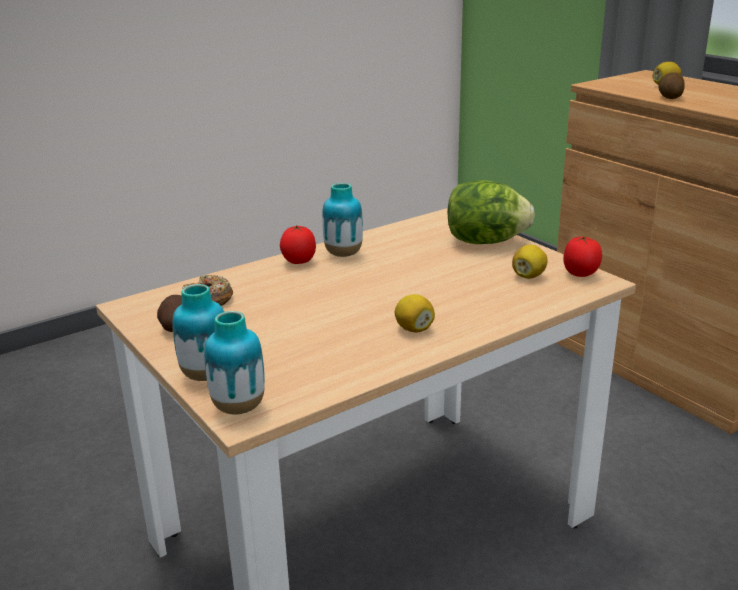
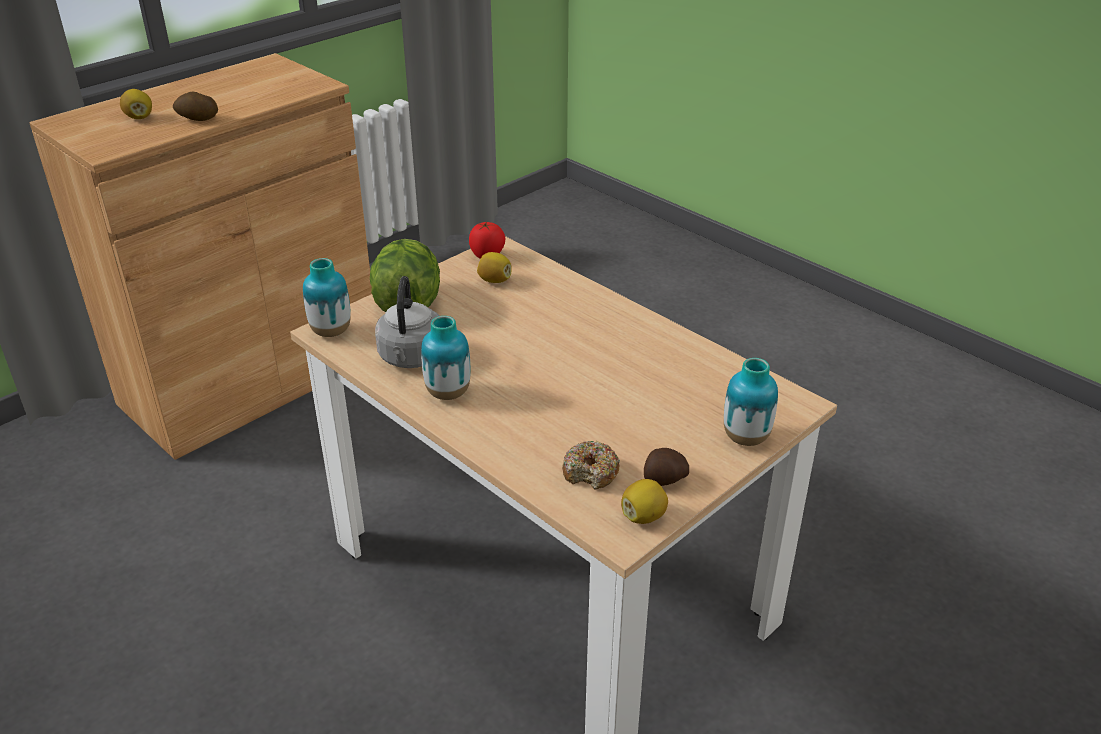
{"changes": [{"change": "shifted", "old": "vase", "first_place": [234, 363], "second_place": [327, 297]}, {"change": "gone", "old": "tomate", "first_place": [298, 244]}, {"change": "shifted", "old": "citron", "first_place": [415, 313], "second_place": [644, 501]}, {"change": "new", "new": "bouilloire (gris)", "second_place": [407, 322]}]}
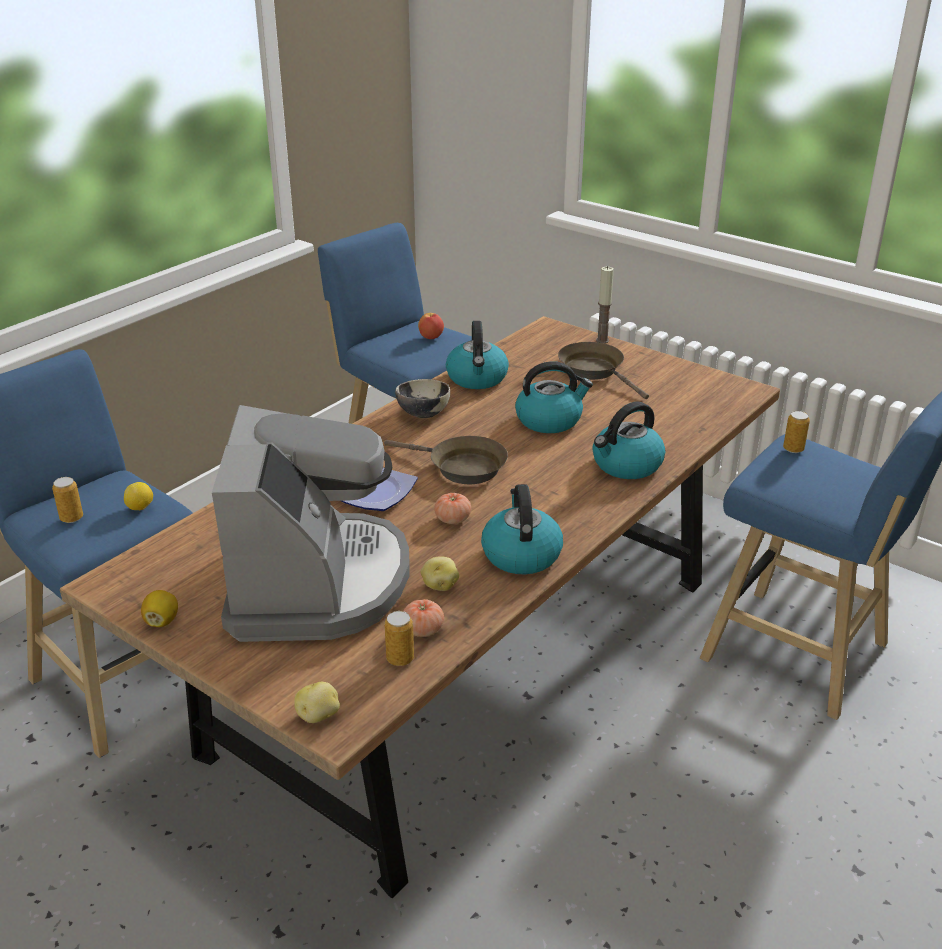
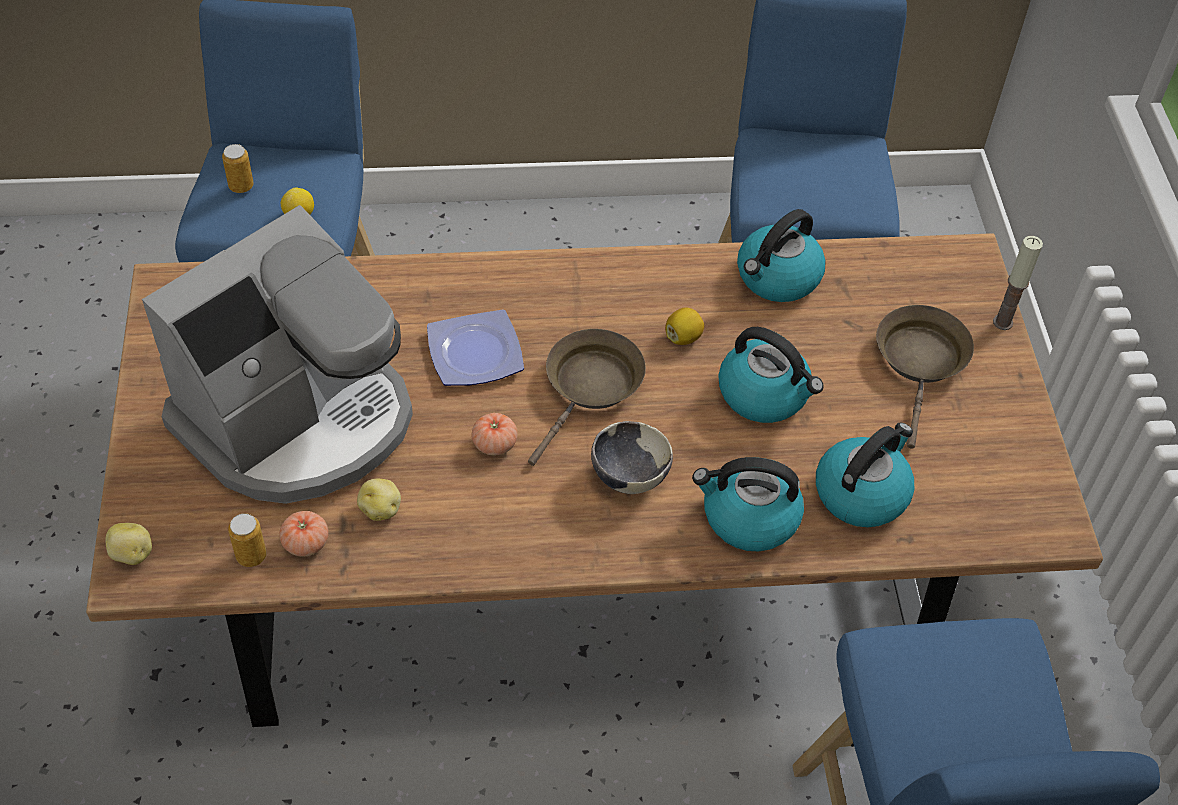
{"changes": [{"change": "shifted", "old": "citron", "first_place": [159, 608], "second_place": [684, 326]}, {"change": "rotated", "old": "poêle (marron)", "first_place": [446, 460], "second_place": [587, 397], "degrees": -135}, {"change": "shifted", "old": "bol", "first_place": [422, 398], "second_place": [632, 457]}, {"change": "gone", "old": "pomme", "first_place": [431, 326]}, {"change": "shifted", "old": "bouilloire", "first_place": [522, 529], "second_place": [865, 475]}, {"change": "gone", "old": "boîte métallique", "first_place": [796, 432]}]}
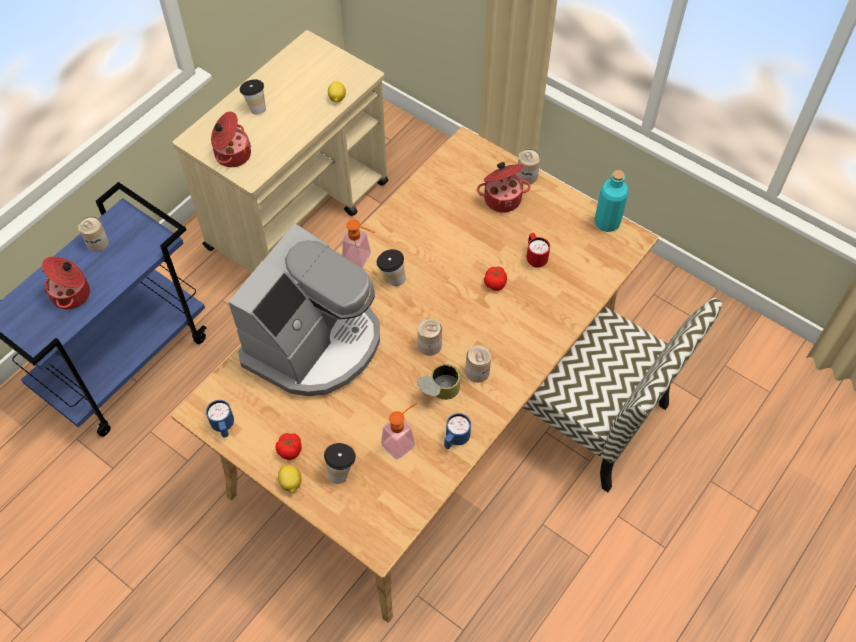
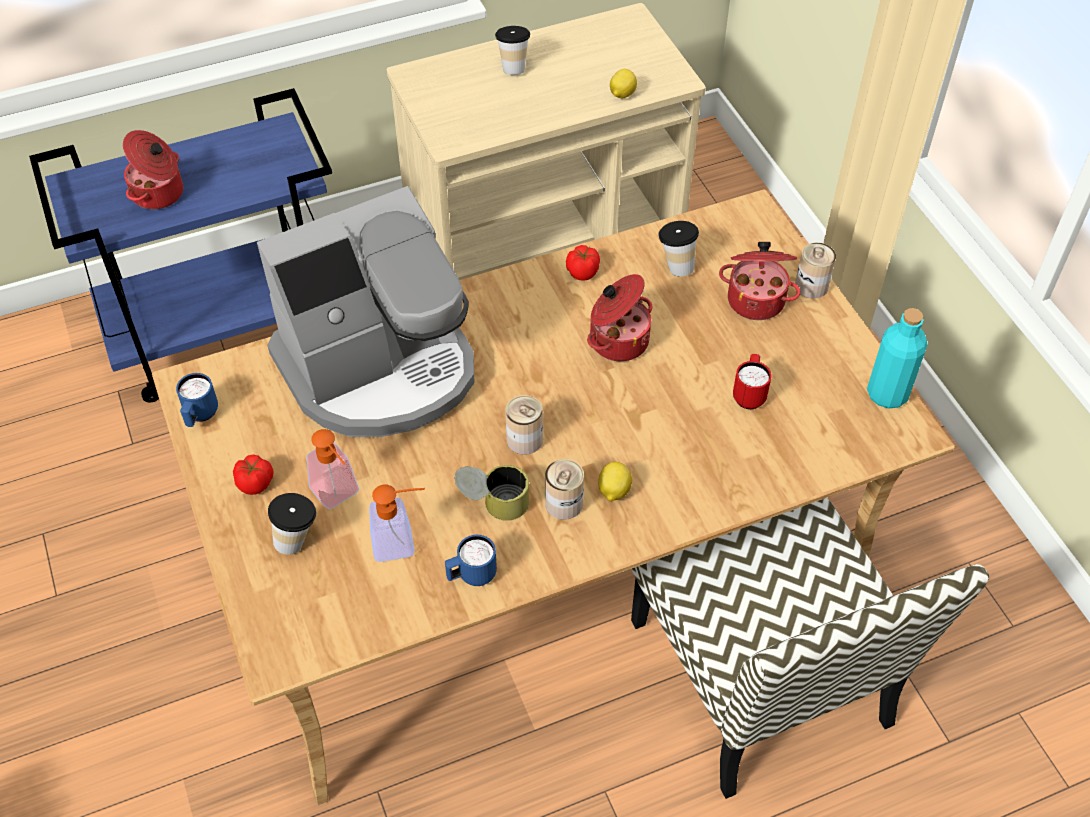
{"changes": [{"change": "gone", "old": "boîte métallique", "first_place": [93, 234]}, {"change": "shifted", "old": "marmite", "first_place": [231, 139], "second_place": [620, 317]}, {"change": "shifted", "old": "citron", "first_place": [289, 479], "second_place": [615, 482]}, {"change": "shifted", "old": "distributeur de savon", "first_place": [358, 244], "second_place": [333, 469]}, {"change": "shifted", "old": "tasse", "first_place": [391, 267], "second_place": [678, 248]}, {"change": "shifted", "old": "tomate", "first_place": [495, 279], "second_place": [583, 262]}]}
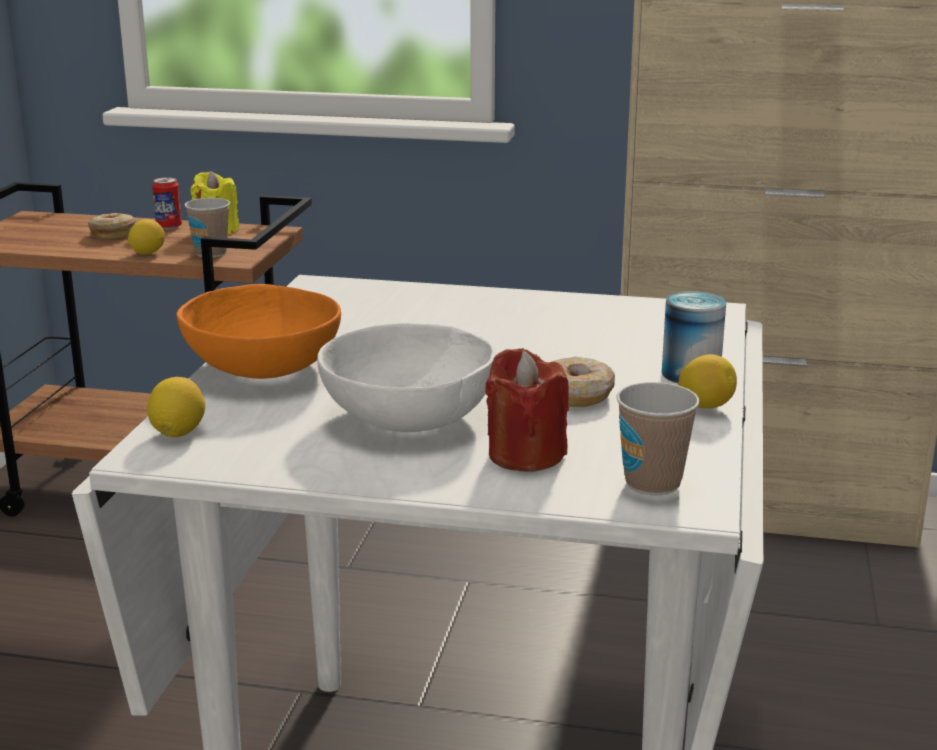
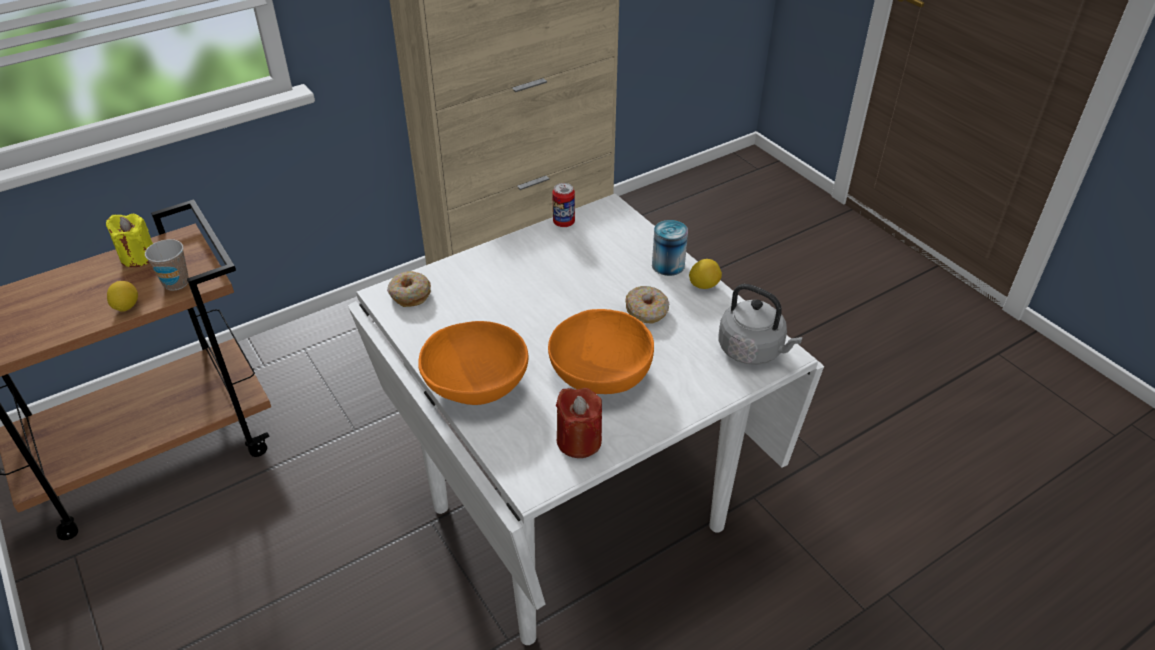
{"changes": [{"change": "shifted", "old": "beignet", "first_place": [112, 226], "second_place": [409, 289]}, {"change": "gone", "old": "citron", "first_place": [176, 407]}, {"change": "shifted", "old": "boîte métallique", "first_place": [167, 203], "second_place": [563, 205]}, {"change": "repainted", "old": "bol (blanc)", "new": "bol (orange)", "first_place": [406, 377], "second_place": [601, 351]}, {"change": "shifted", "old": "bougie (rouge)", "first_place": [527, 410], "second_place": [579, 423]}, {"change": "swapped", "old": "tasse", "new": "bouilloire (gris)", "first_place": [658, 438], "second_place": [761, 324]}]}
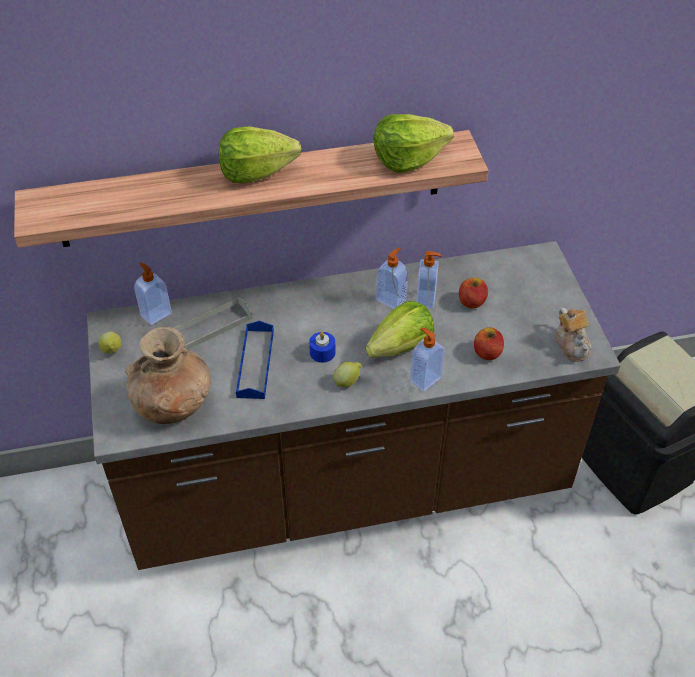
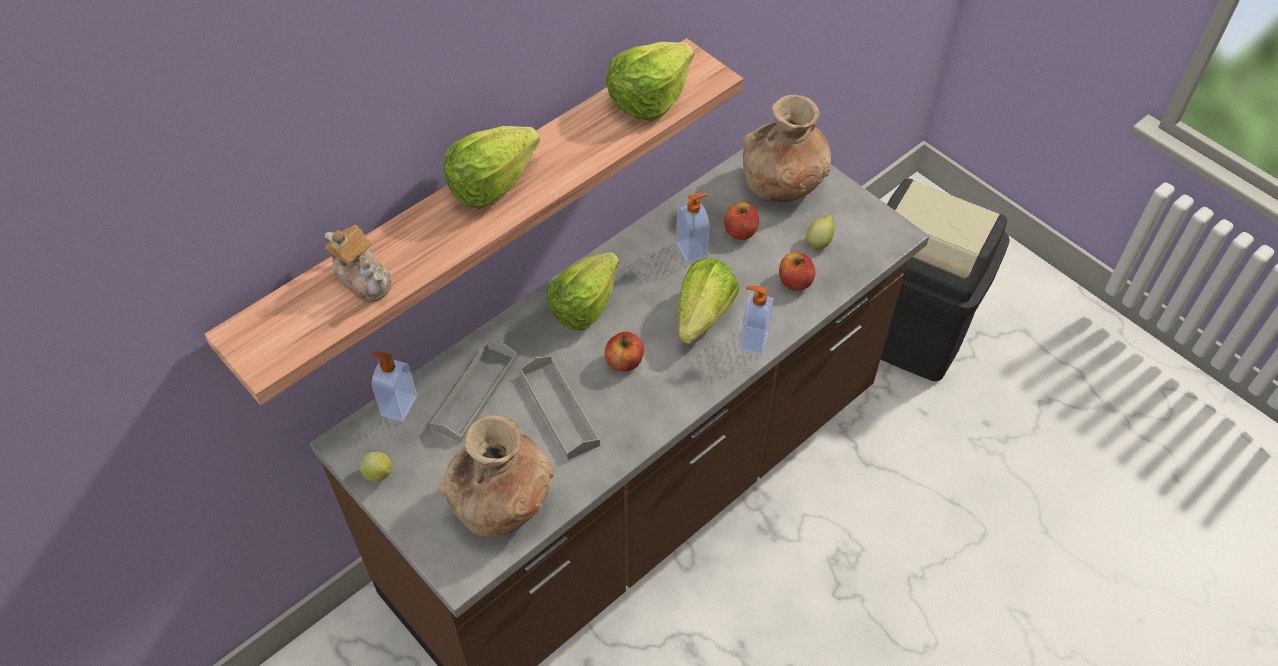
{"changes": [{"change": "repainted", "old": "plateau (bleu)", "new": "plateau (gris)", "first_place": [255, 360], "second_place": [560, 408]}, {"change": "swapped", "old": "bougie (bleu)", "new": "pomme", "first_place": [322, 347], "second_place": [624, 352]}, {"change": "shifted", "old": "citron", "first_place": [347, 374], "second_place": [820, 233]}, {"change": "gone", "old": "distributeur de savon", "first_place": [392, 278]}, {"change": "shifted", "old": "théière", "first_place": [573, 335], "second_place": [358, 264]}, {"change": "new", "new": "laitue", "second_place": [583, 291]}, {"change": "new", "new": "vase (marron)", "second_place": [786, 148]}]}
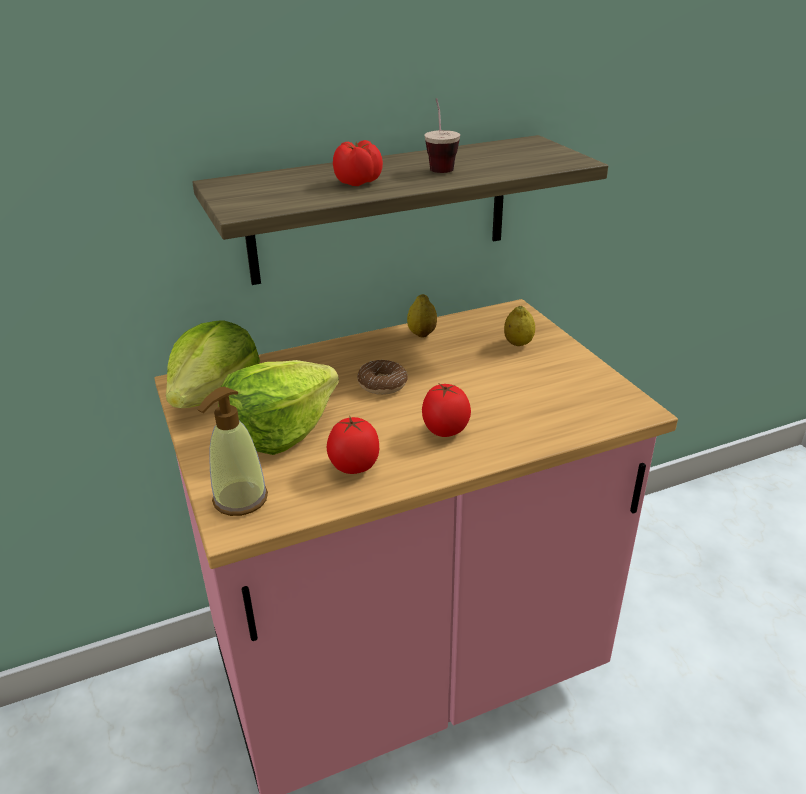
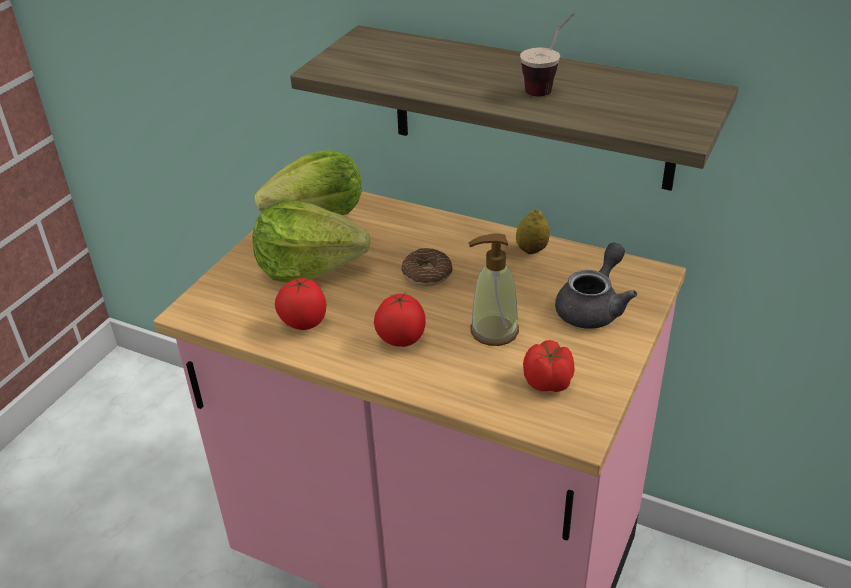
{"changes": [{"change": "shifted", "old": "distributeur de savon", "first_place": [233, 451], "second_place": [493, 289]}, {"change": "shifted", "old": "tomate", "first_place": [358, 163], "second_place": [549, 366]}, {"change": "swapped", "old": "citron", "new": "théière (gris)", "first_place": [519, 326], "second_place": [596, 285]}]}
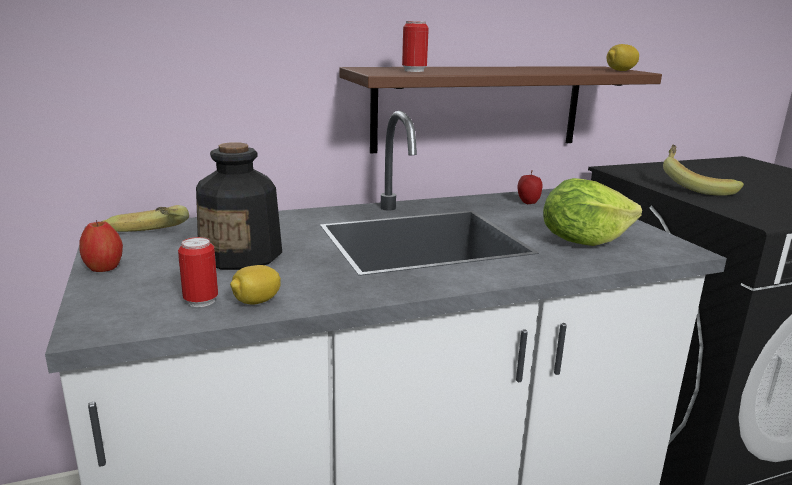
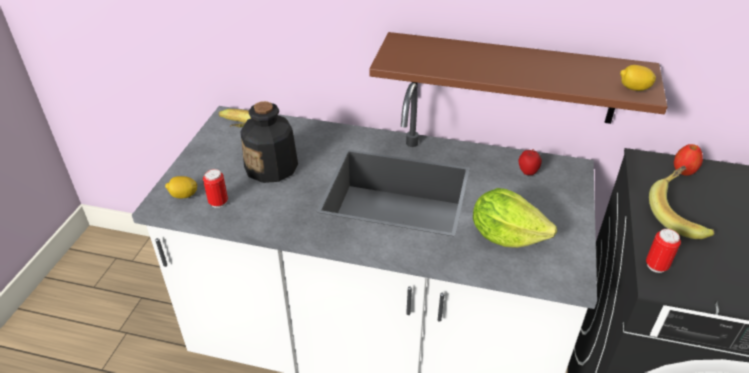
{"changes": [{"change": "shifted", "old": "pomme", "first_place": [101, 246], "second_place": [688, 160]}, {"change": "shifted", "old": "citron", "first_place": [255, 284], "second_place": [181, 187]}, {"change": "shifted", "old": "boîte métallique", "first_place": [415, 46], "second_place": [663, 251]}]}
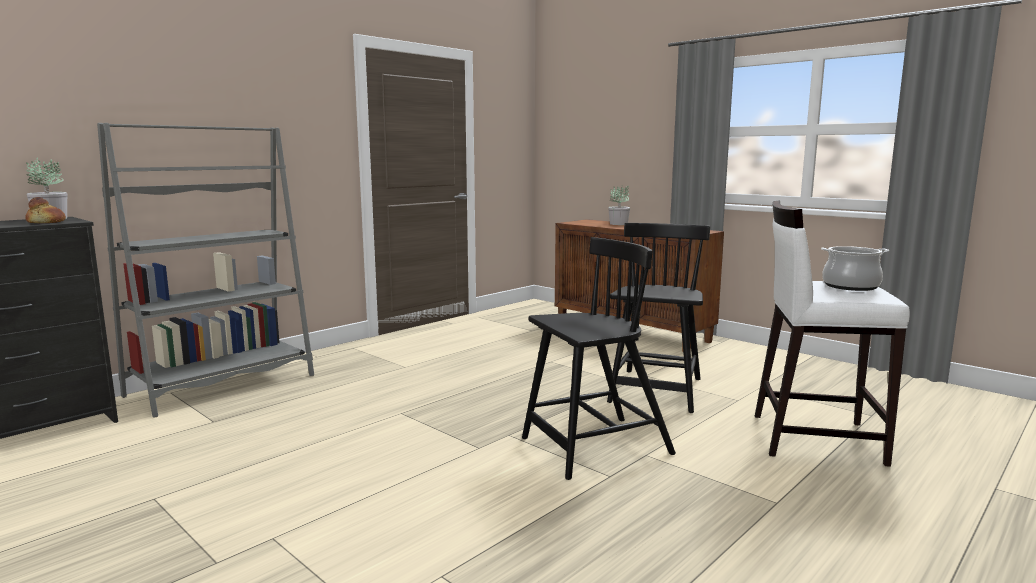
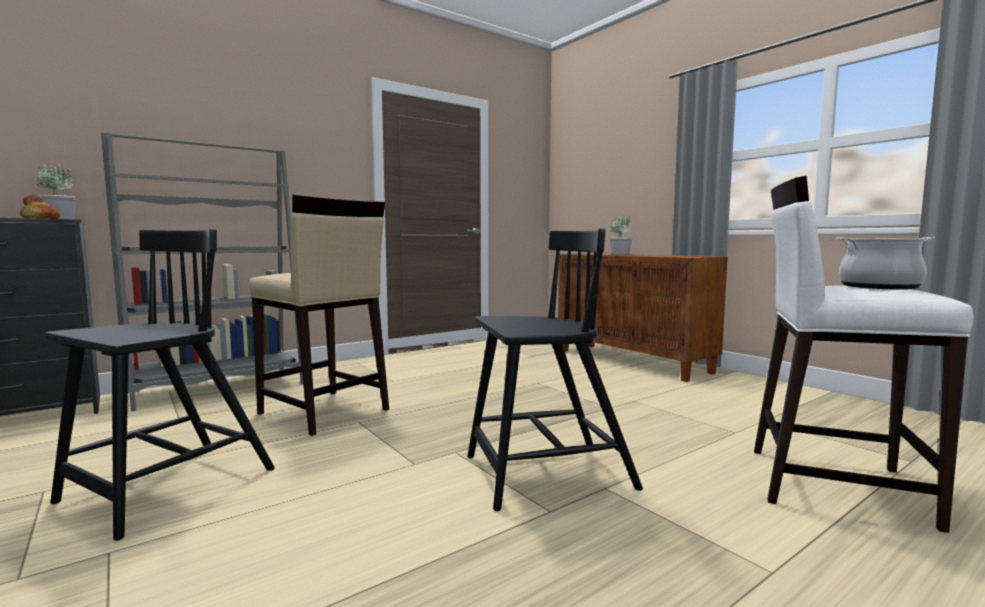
{"changes": [{"change": "shifted", "old": "chaise (noir)", "first_place": [658, 318], "second_place": [159, 385]}, {"change": "new", "new": "tabouret (beige)", "second_place": [319, 315]}]}
